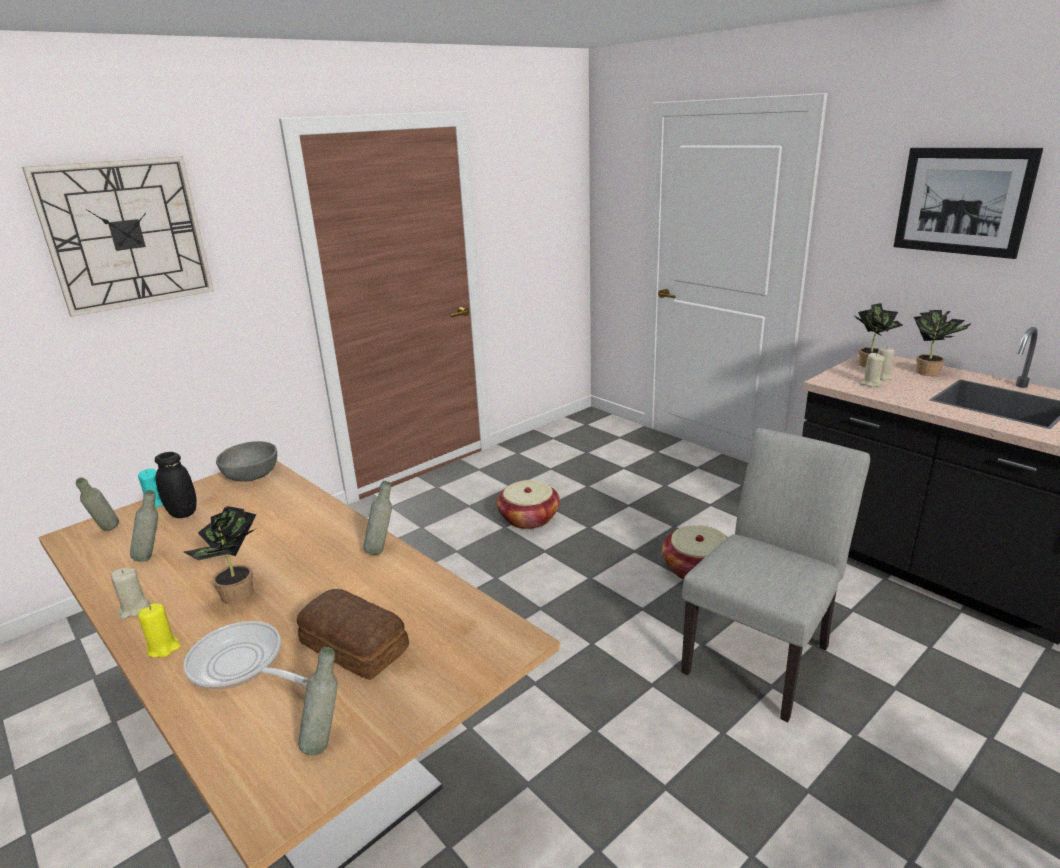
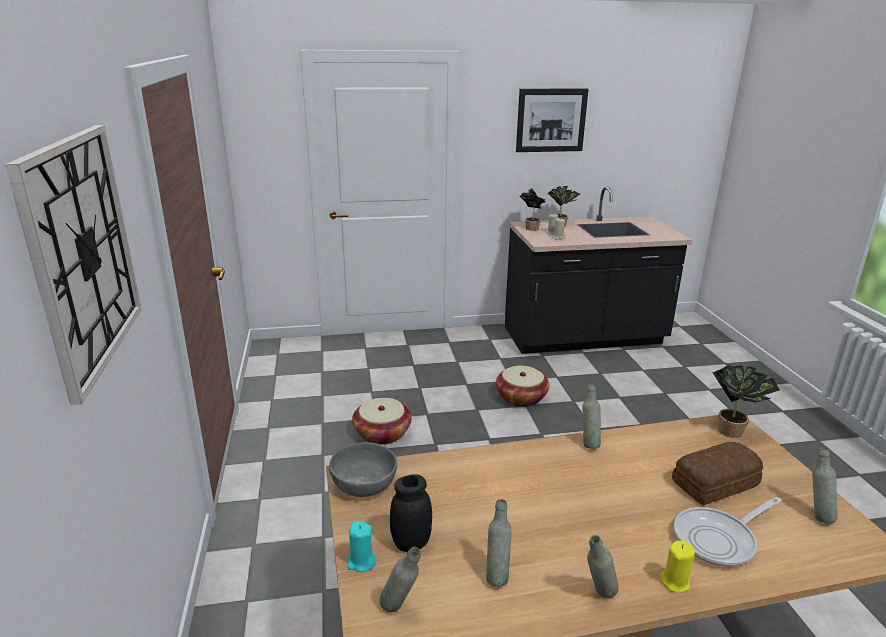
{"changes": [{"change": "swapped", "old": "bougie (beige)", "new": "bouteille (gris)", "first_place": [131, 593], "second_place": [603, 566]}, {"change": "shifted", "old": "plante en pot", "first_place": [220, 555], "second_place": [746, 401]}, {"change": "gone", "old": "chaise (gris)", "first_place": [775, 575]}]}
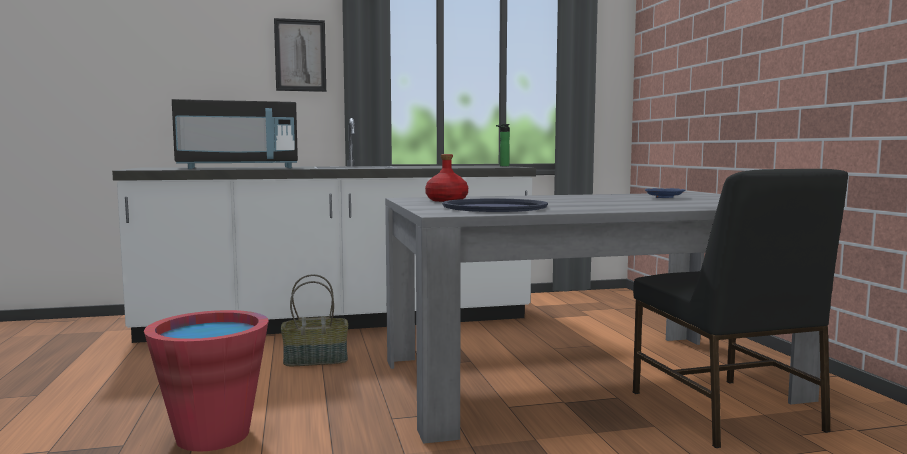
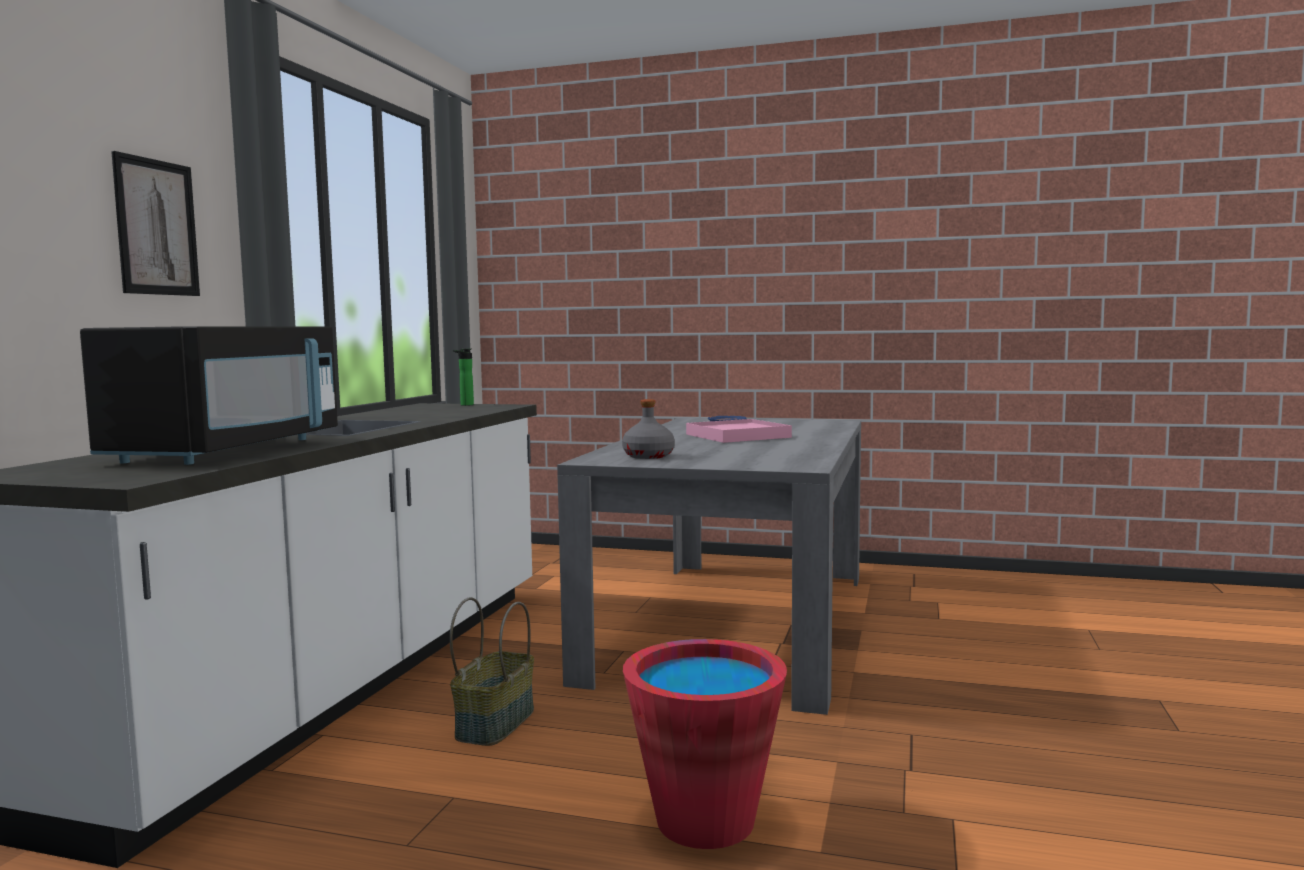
{"changes": [{"change": "repainted", "old": "bouteille (rouge)", "new": "bouteille (gris)", "first_place": [446, 178], "second_place": [648, 429]}, {"change": "gone", "old": "plateau (bleu)", "first_place": [495, 205]}, {"change": "gone", "old": "chaise (noir)", "first_place": [740, 308]}, {"change": "new", "new": "plateau (rose)", "second_place": [739, 431]}]}
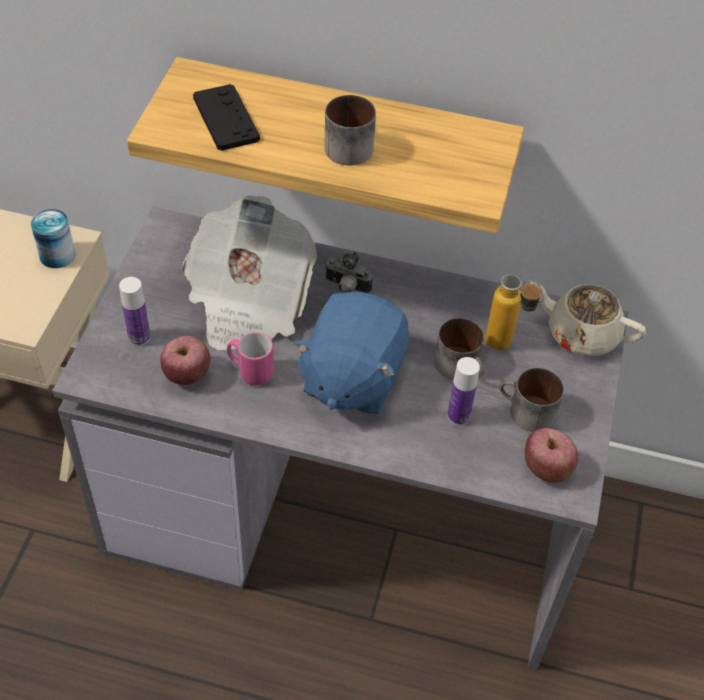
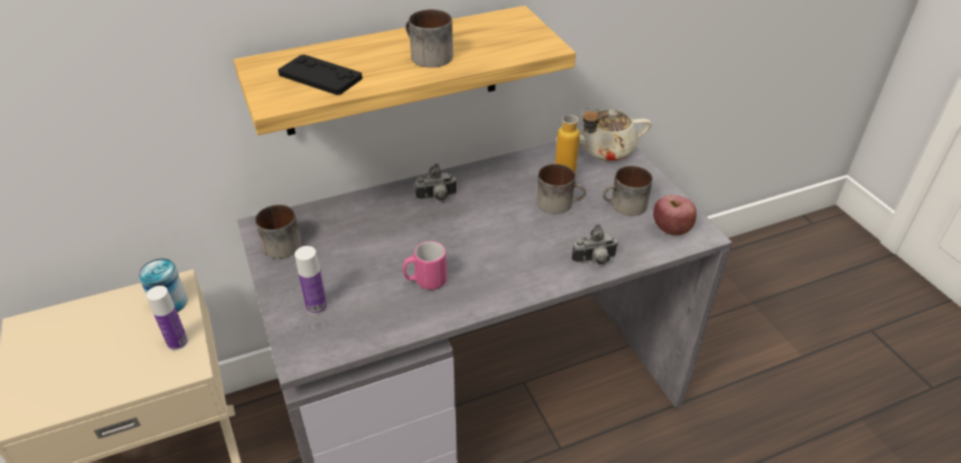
{"changes": [{"change": "gone", "old": "pomme", "first_place": [185, 360]}, {"change": "gone", "old": "journal", "first_place": [250, 273]}, {"change": "gone", "old": "peluche (bleu)", "first_place": [351, 353]}, {"change": "shifted", "old": "bouteille", "first_place": [463, 391], "second_place": [167, 318]}, {"change": "new", "new": "mug", "second_place": [278, 232]}, {"change": "new", "new": "appareil photo", "second_place": [595, 244]}]}
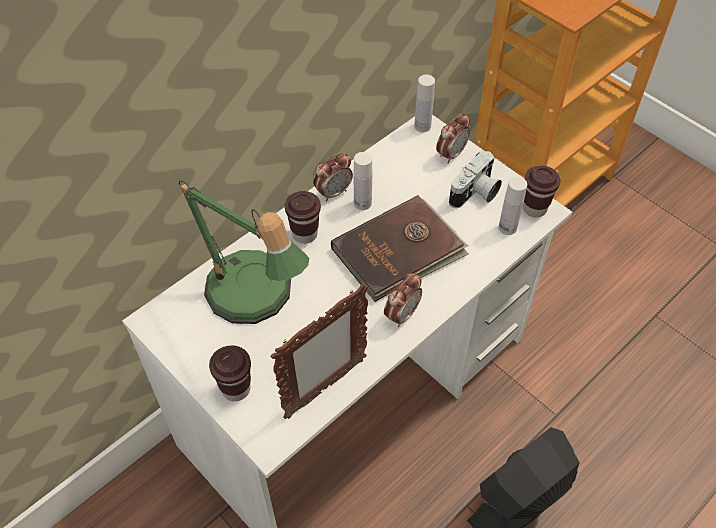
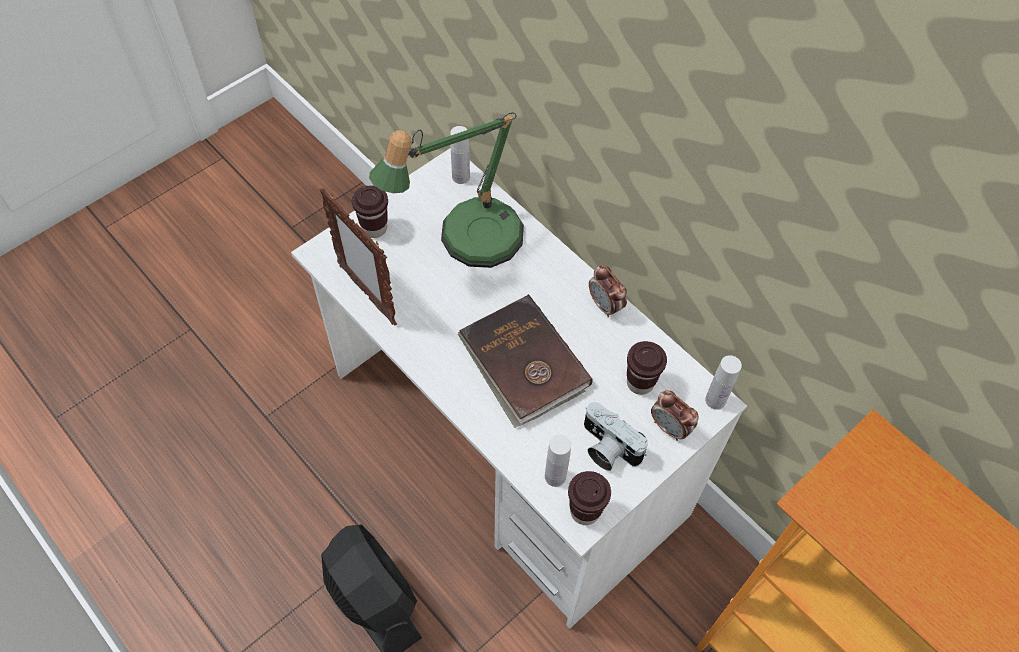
{"changes": [{"change": "shifted", "old": "tasse (marron)", "first_place": [303, 217], "second_place": [647, 368]}, {"change": "shifted", "old": "bouteille (blanc)", "first_place": [363, 181], "second_place": [460, 155]}, {"change": "gone", "old": "réveil", "first_place": [403, 300]}]}
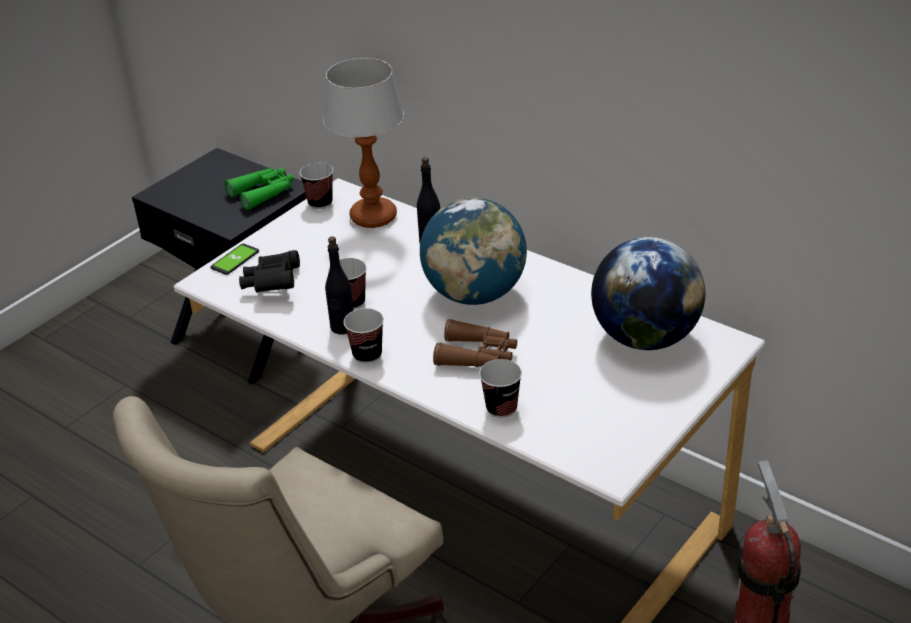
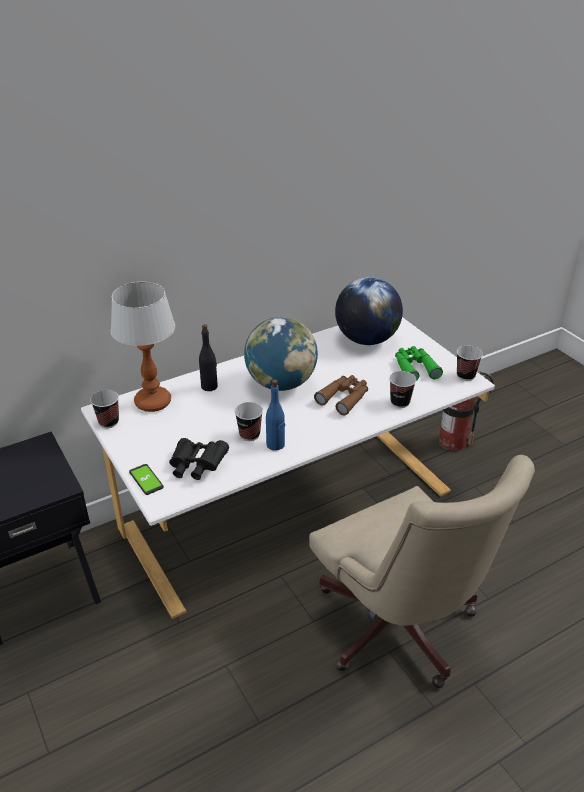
{"changes": [{"change": "shifted", "old": "jumelles (vert)", "first_place": [259, 188], "second_place": [419, 363]}, {"change": "repainted", "old": "bouteille (noir)", "new": "bouteille (bleu)", "first_place": [339, 285], "second_place": [275, 415]}, {"change": "shifted", "old": "tasse", "first_place": [364, 336], "second_place": [470, 363]}]}
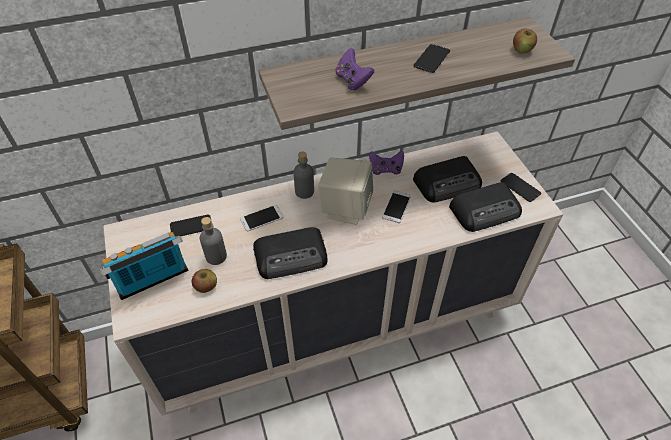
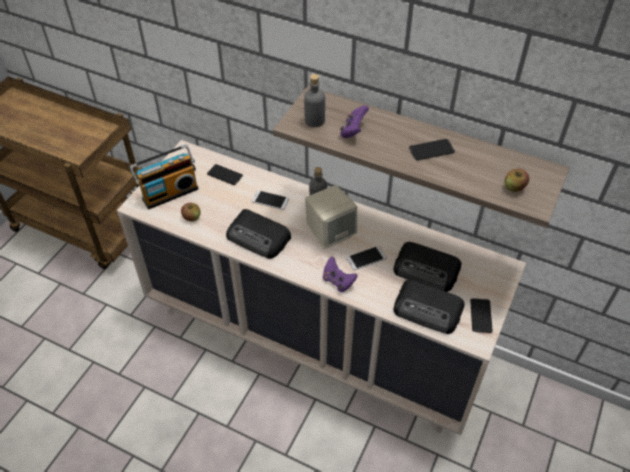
{"changes": [{"change": "rotated", "old": "radio", "first_place": [144, 266], "second_place": [164, 176], "degrees": 135}, {"change": "shifted", "old": "bouteille (gris)", "first_place": [213, 241], "second_place": [314, 100]}, {"change": "shifted", "old": "manette (violet)", "first_place": [386, 163], "second_place": [340, 274]}]}
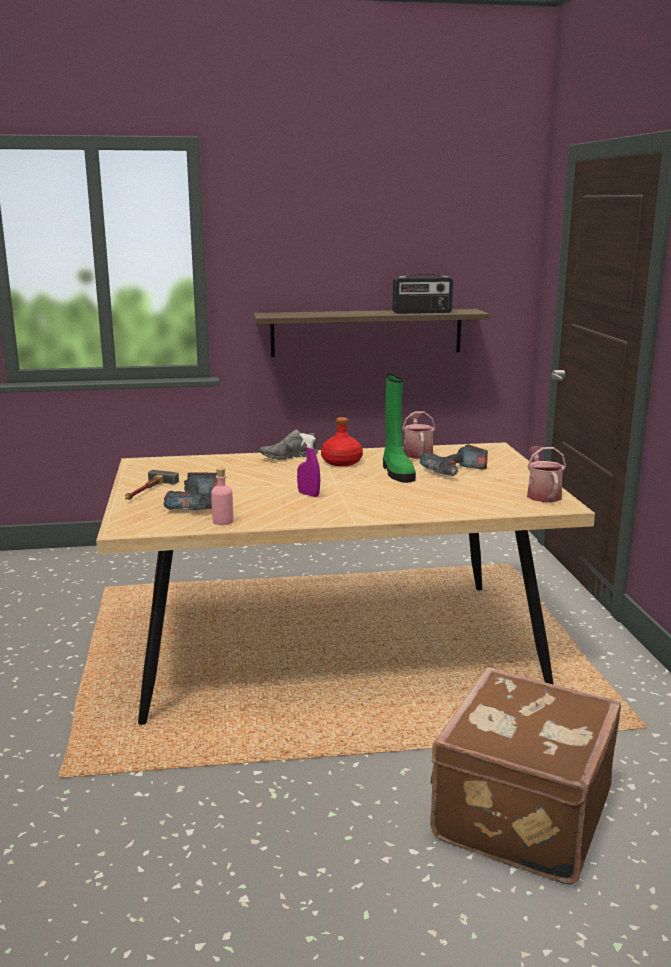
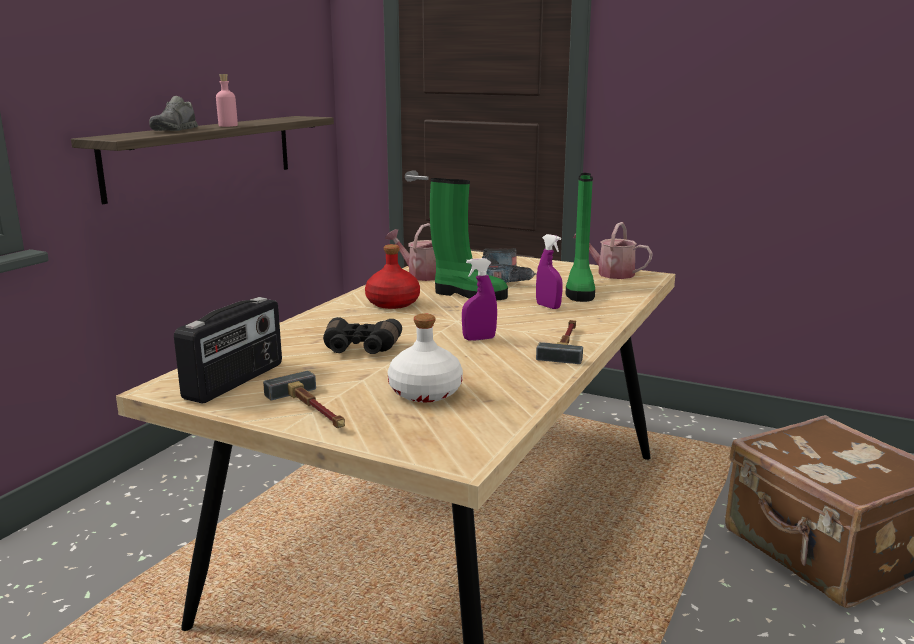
{"changes": [{"change": "swapped", "old": "perceuse", "new": "bouteille (blanc)", "first_place": [191, 491], "second_place": [425, 357]}, {"change": "shifted", "old": "bouteille (rose)", "first_place": [222, 496], "second_place": [227, 100]}, {"change": "shifted", "old": "chaussure (gris)", "first_place": [288, 444], "second_place": [173, 113]}, {"change": "shifted", "old": "radio", "first_place": [423, 294], "second_place": [228, 350]}, {"change": "new", "new": "jumelles (noir)", "second_place": [362, 335]}, {"change": "new", "new": "vaporisateur (violet)", "second_place": [549, 271]}, {"change": "new", "new": "marteau", "second_place": [559, 342]}, {"change": "new", "new": "botte (vert)", "second_place": [580, 237]}]}
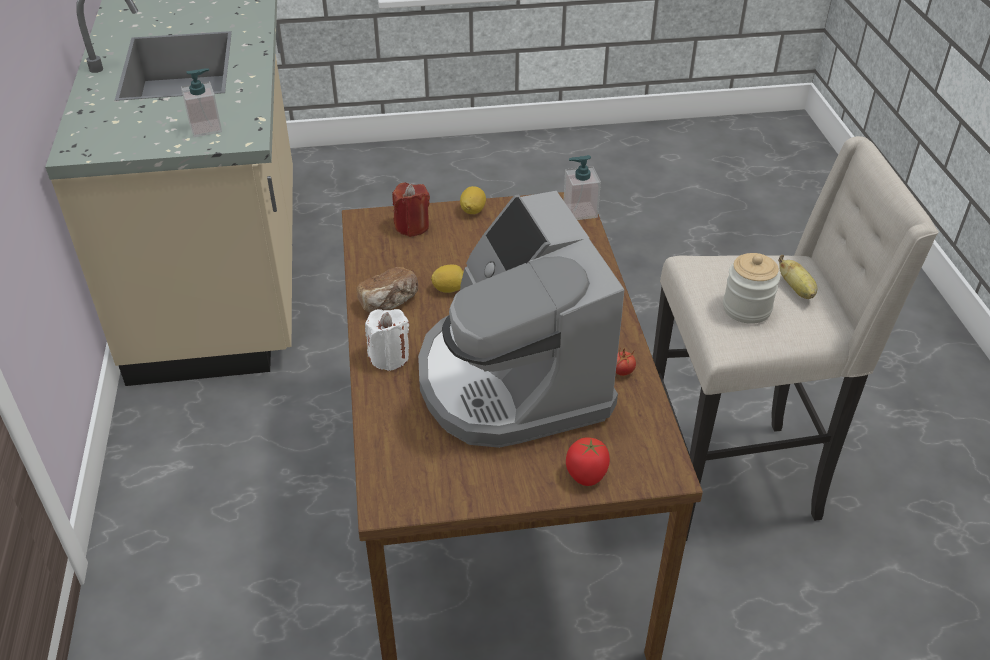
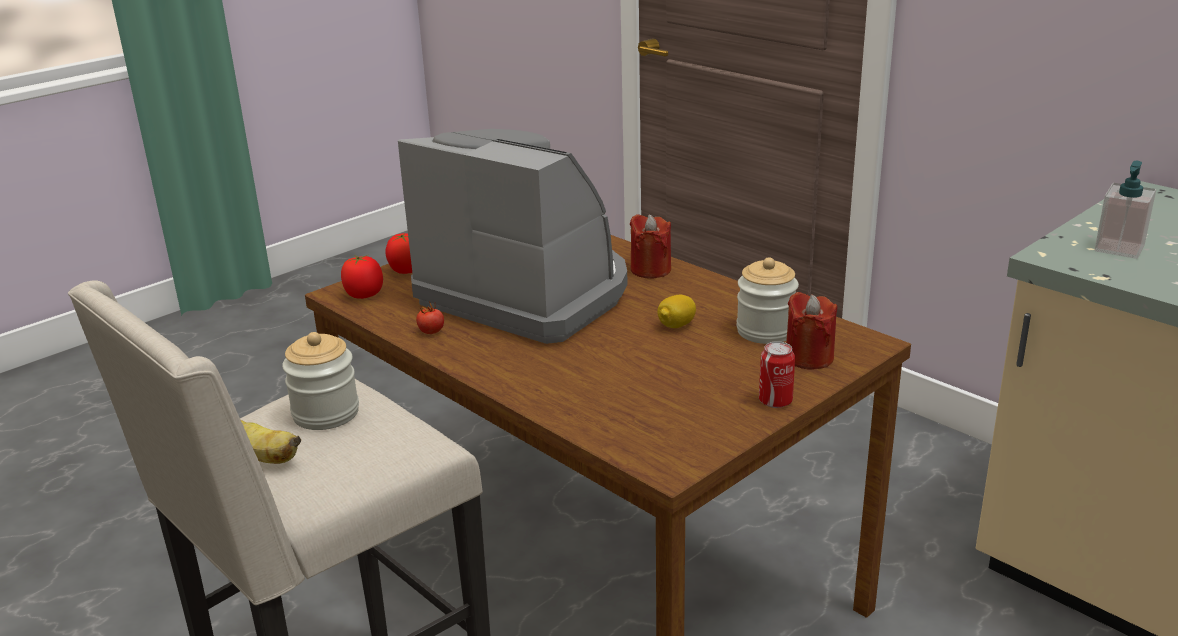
{"changes": [{"change": "gone", "old": "pain", "first_place": [387, 290]}, {"change": "repainted", "old": "bougie (blanc)", "new": "bougie (rouge)", "first_place": [387, 340], "second_place": [650, 246]}, {"change": "swapped", "old": "citron", "new": "boîte métallique", "first_place": [473, 200], "second_place": [777, 374]}, {"change": "gone", "old": "distributeur de savon", "first_place": [582, 187]}, {"change": "new", "new": "tomate", "second_place": [362, 277]}, {"change": "new", "new": "bocal", "second_place": [767, 300]}]}
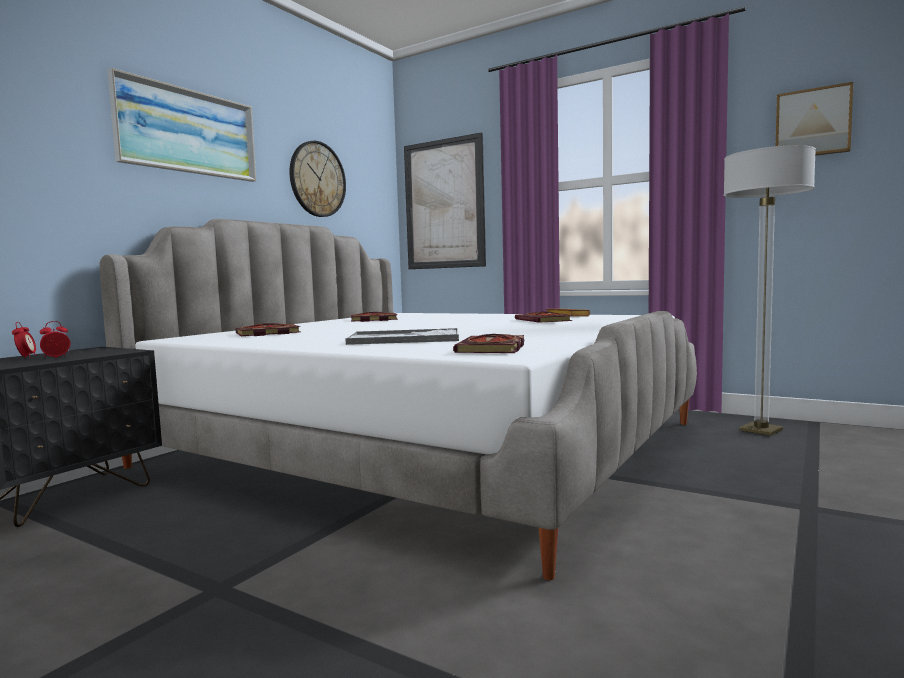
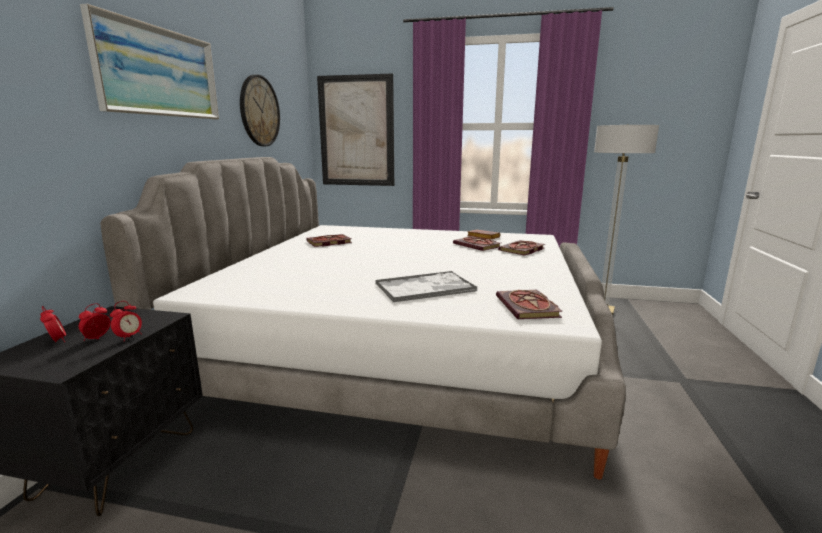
{"changes": [{"change": "shifted", "old": "livre", "first_place": [268, 329], "second_place": [521, 248]}, {"change": "gone", "old": "tableau", "first_place": [814, 119]}, {"change": "new", "new": "réveil", "second_place": [126, 321]}]}
